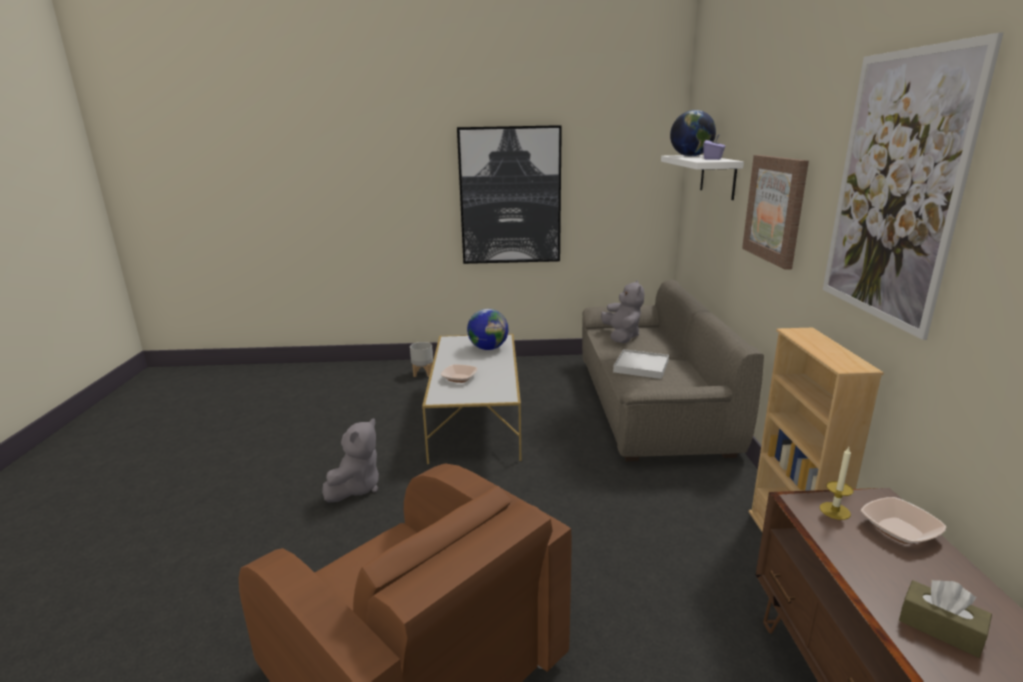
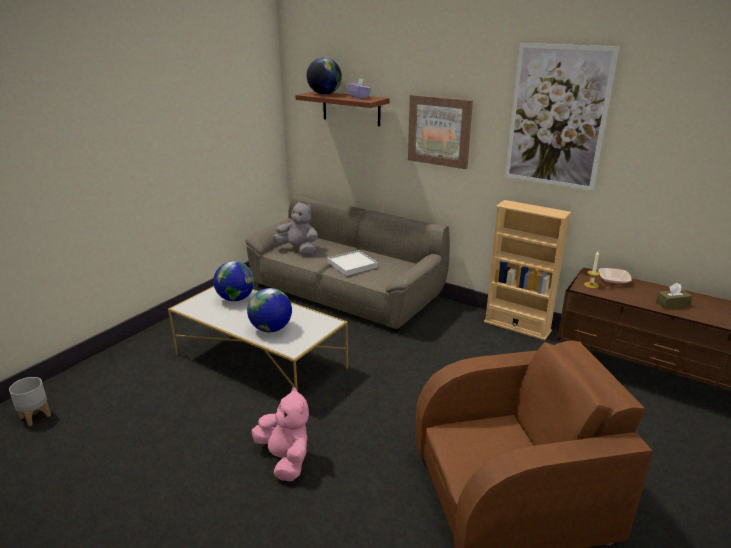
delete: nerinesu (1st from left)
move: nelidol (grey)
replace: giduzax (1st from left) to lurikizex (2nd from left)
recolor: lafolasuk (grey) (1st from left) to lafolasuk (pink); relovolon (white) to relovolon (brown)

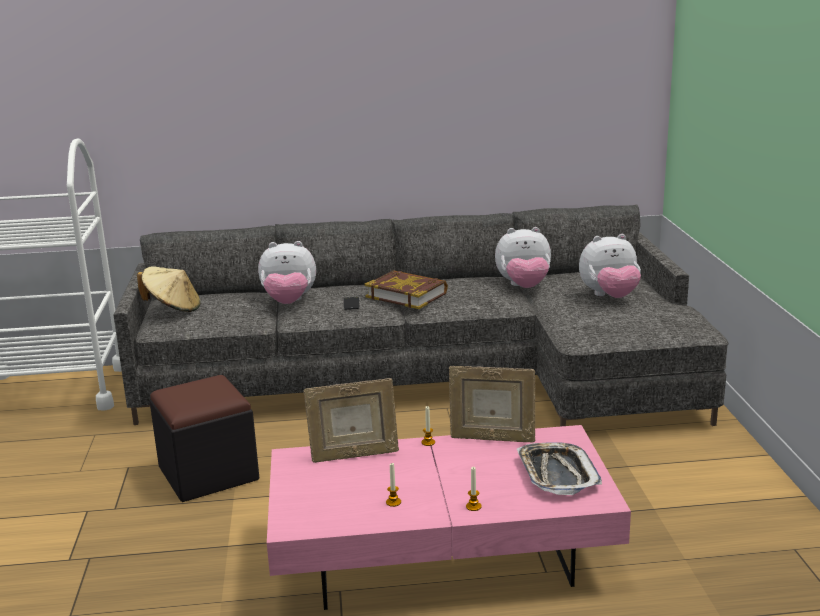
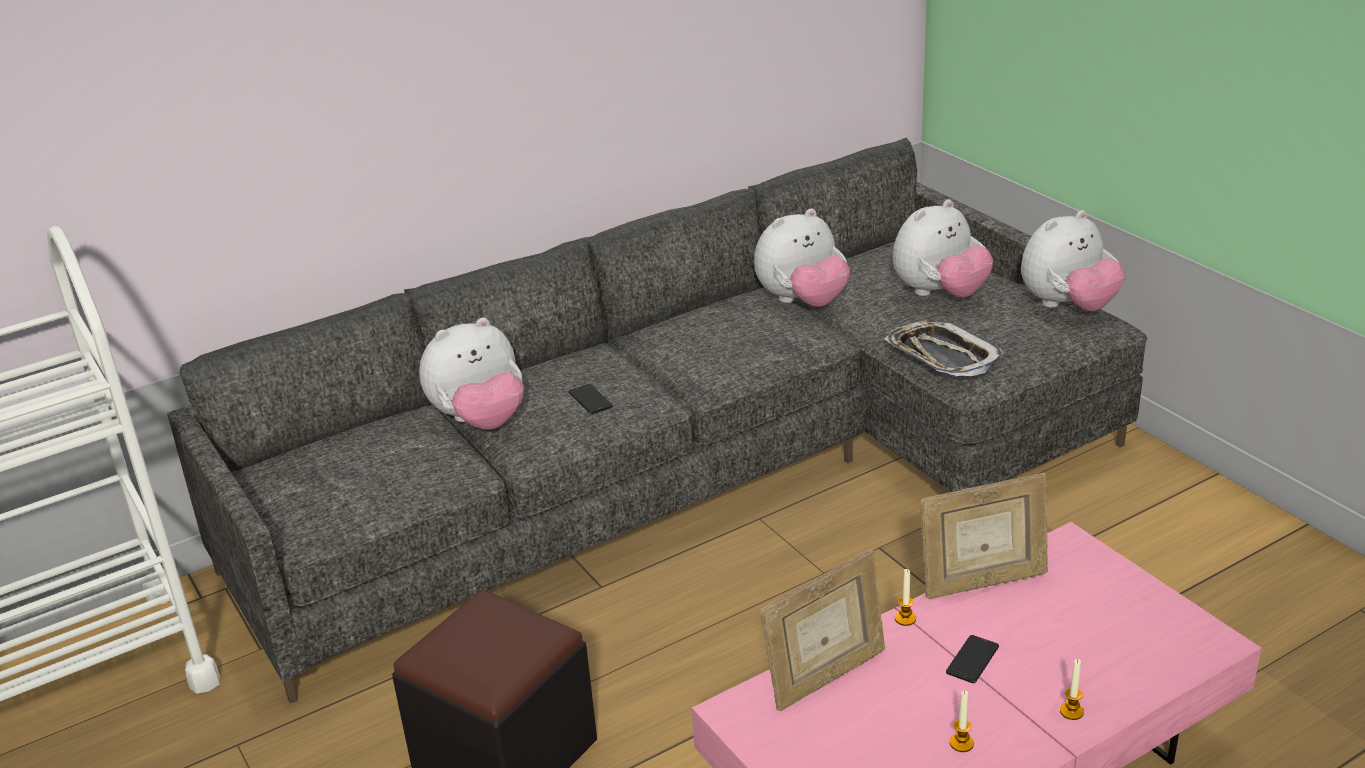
delete: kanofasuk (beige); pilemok
insert: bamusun (2nd from left); lafolasuk (4th from left)
move: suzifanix

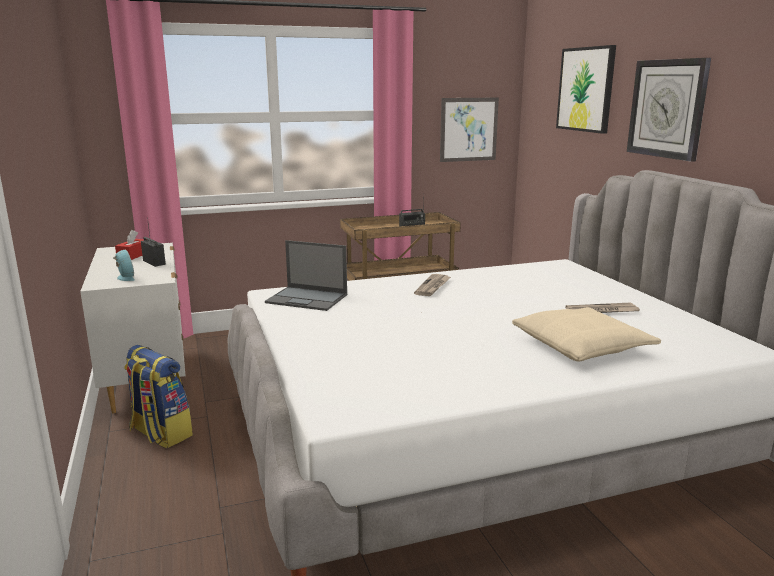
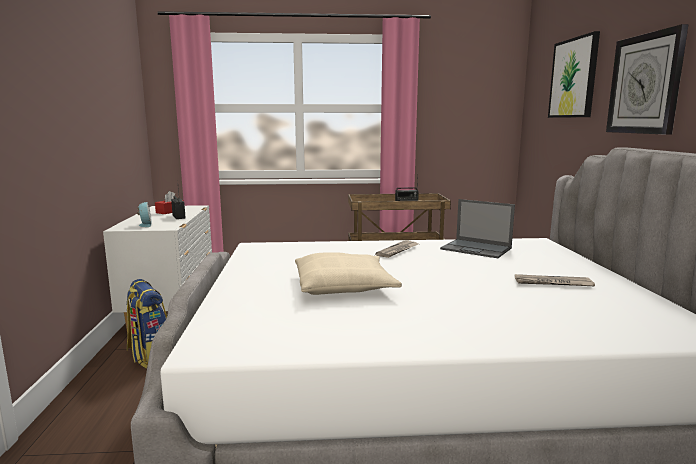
delete: nerinesu (1st from left)
move: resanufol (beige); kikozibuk

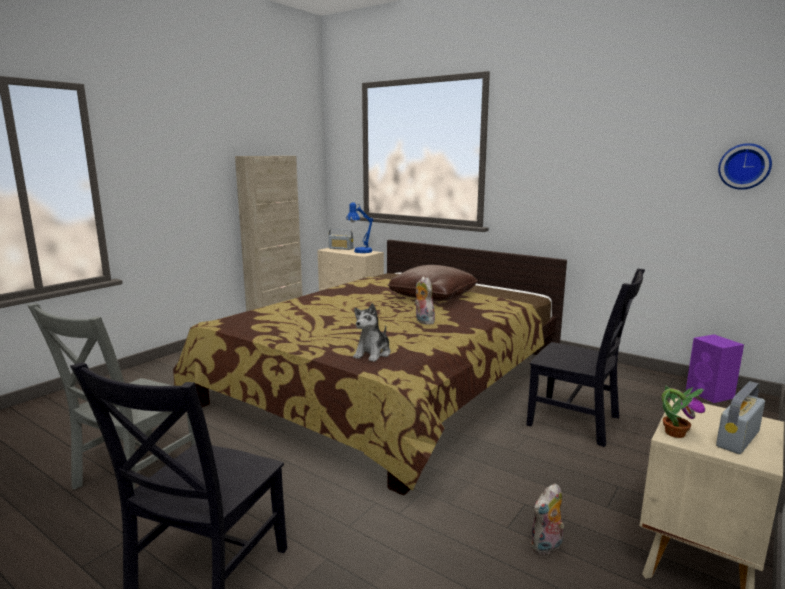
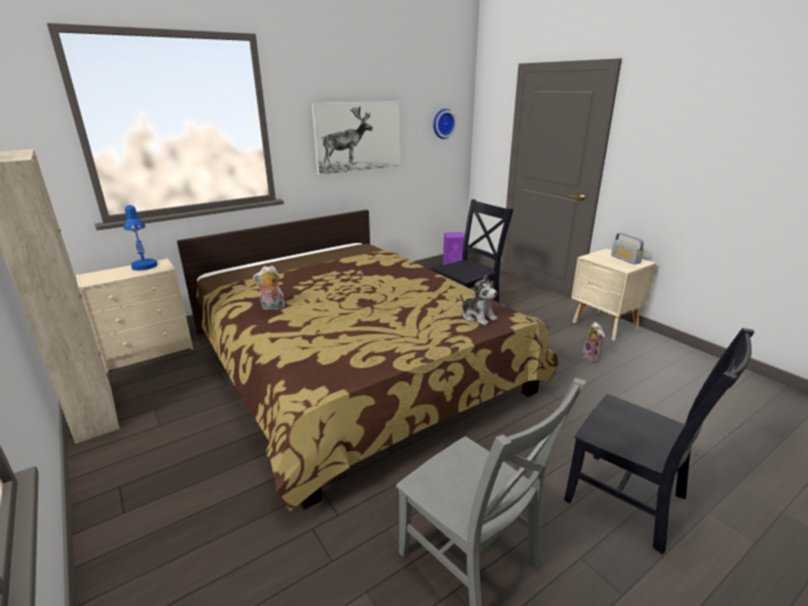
delete: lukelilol (1st from left); resanufol (brown); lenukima
insert: nerinesu
move: lafolasuk (2nd from left in the first image) to lafolasuk (1st from left)

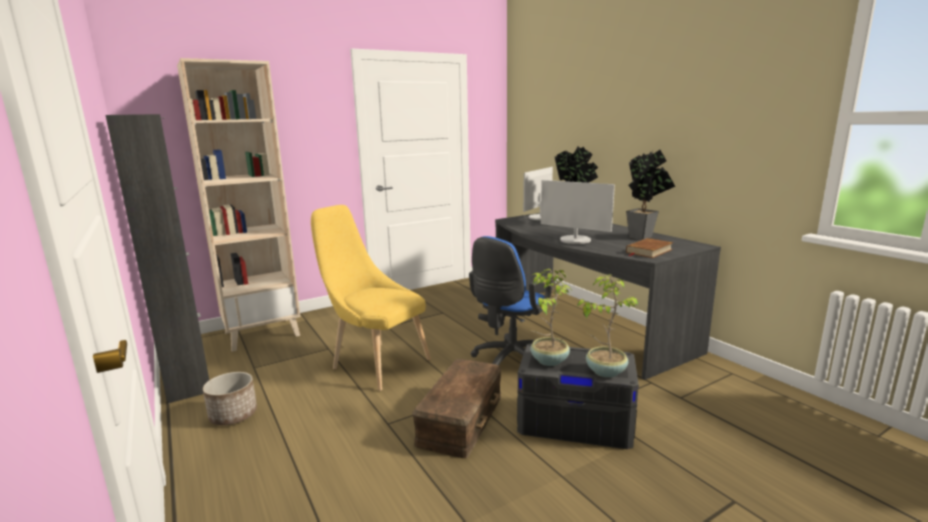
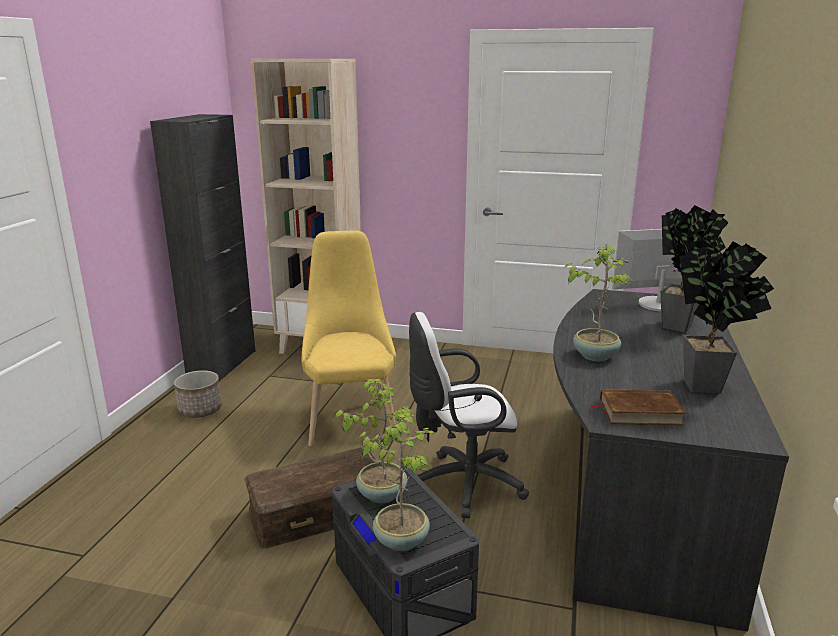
replace: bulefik (2nd from left) to lenukima (3rd from left)
recolor: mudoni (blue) to mudoni (white)

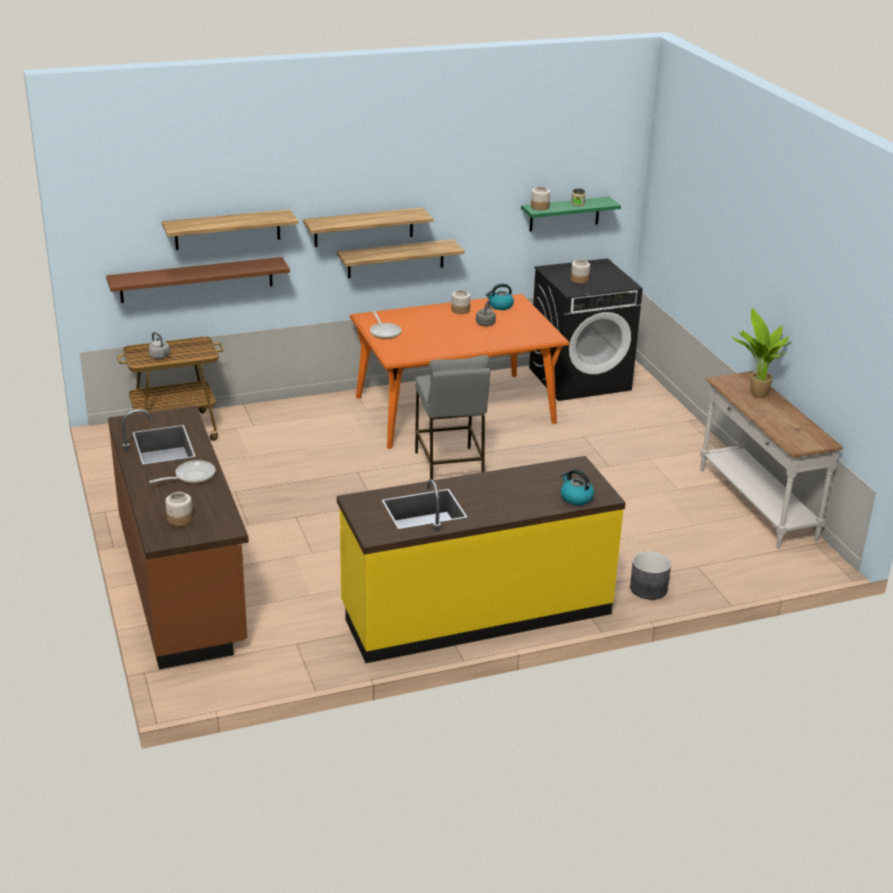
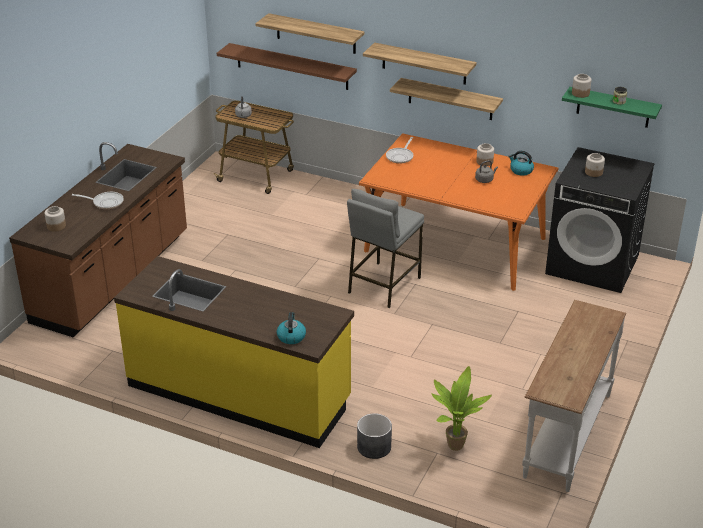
move: lenukima

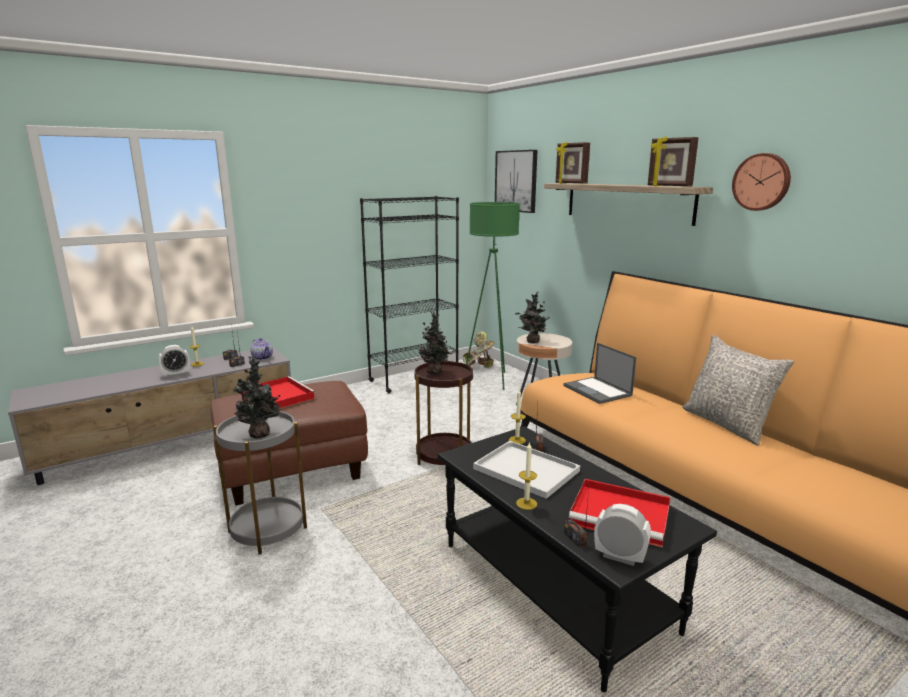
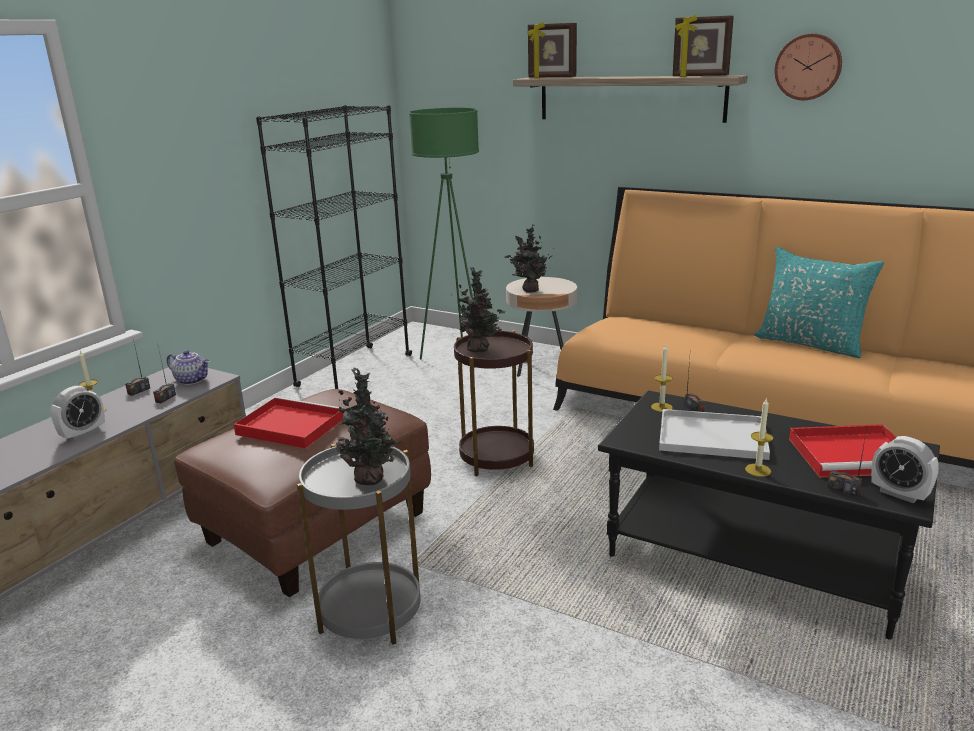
delete: lenukima (3rd from left); nerinesu; kikozibuk
recolor: resanufol (grey) to resanufol (turquoise)
rotate: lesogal (2nd from left) 135 degrees counterclockwise

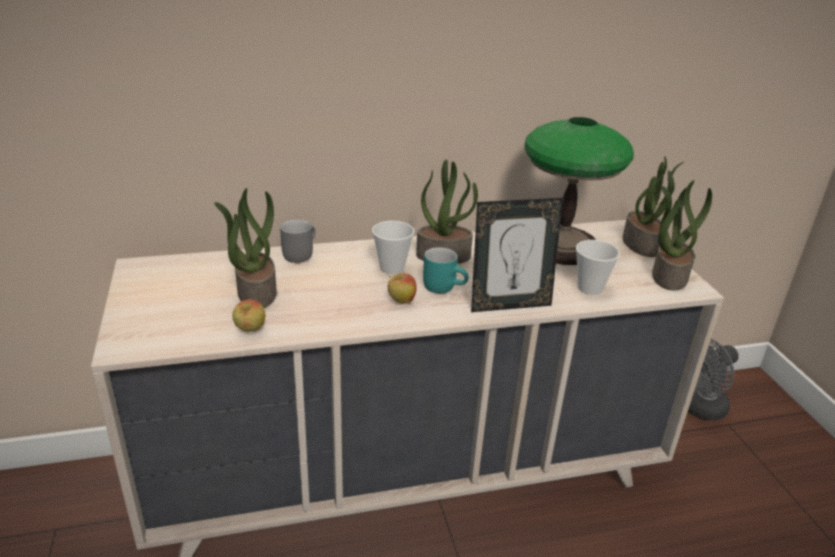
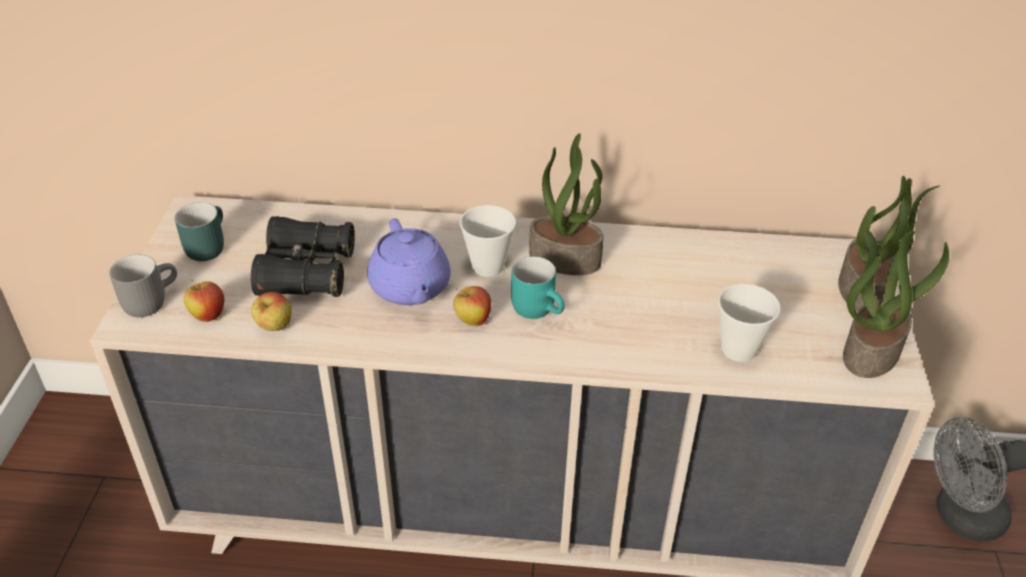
delete: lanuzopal; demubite
insert: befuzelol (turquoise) (1st from left); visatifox (1st from left); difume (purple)
move: befuzelol (grey)
replace: lenukima (1st from left) to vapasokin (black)

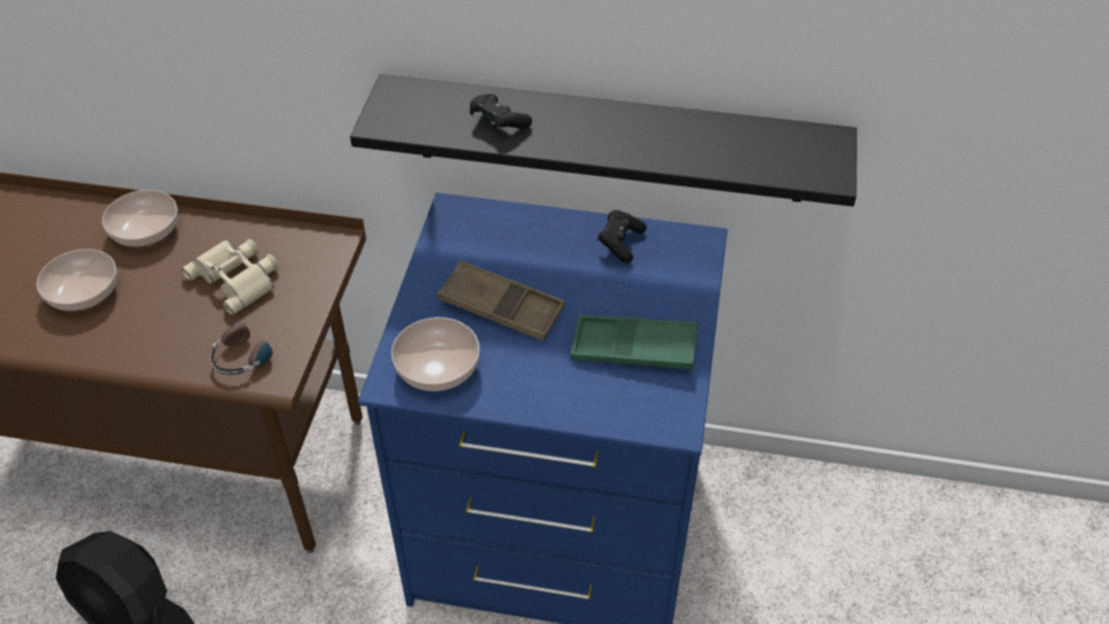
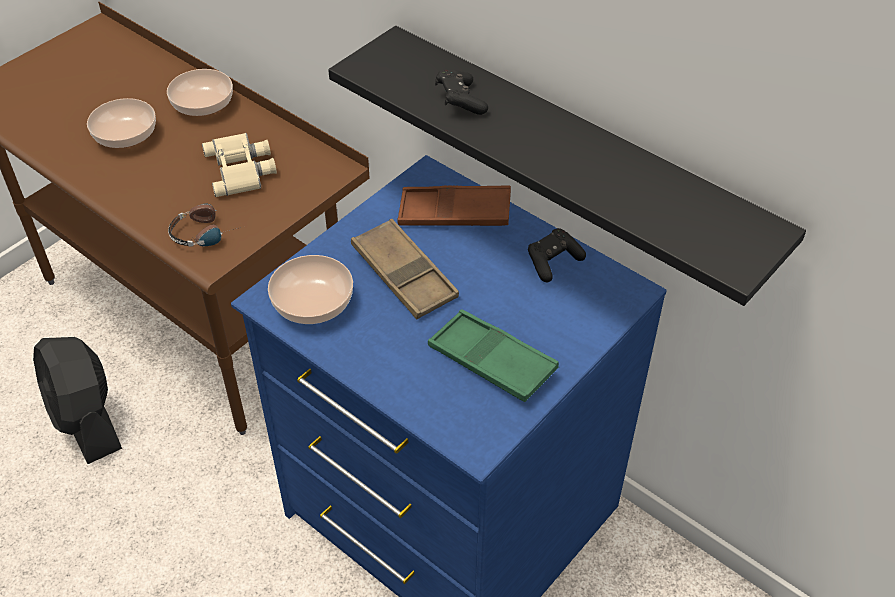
insert: suzifanix (brown) (2nd from left)

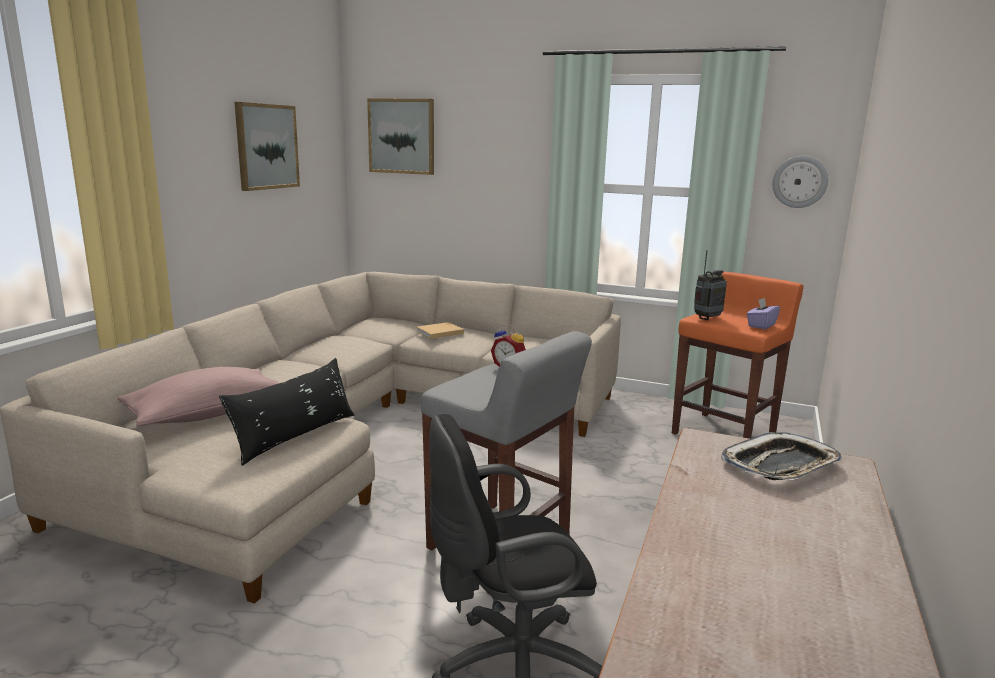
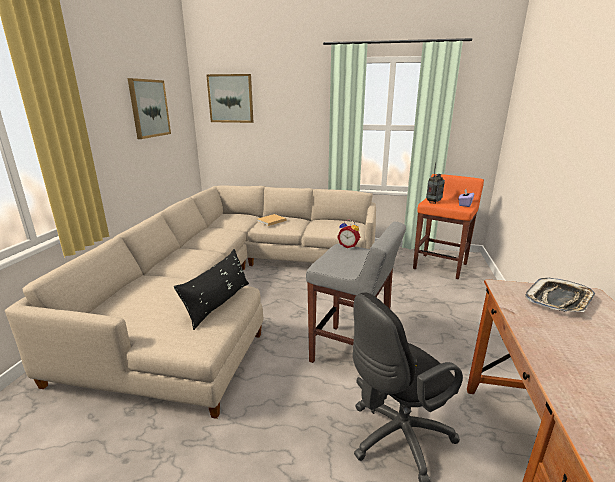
delete: resanufol (pink); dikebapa

